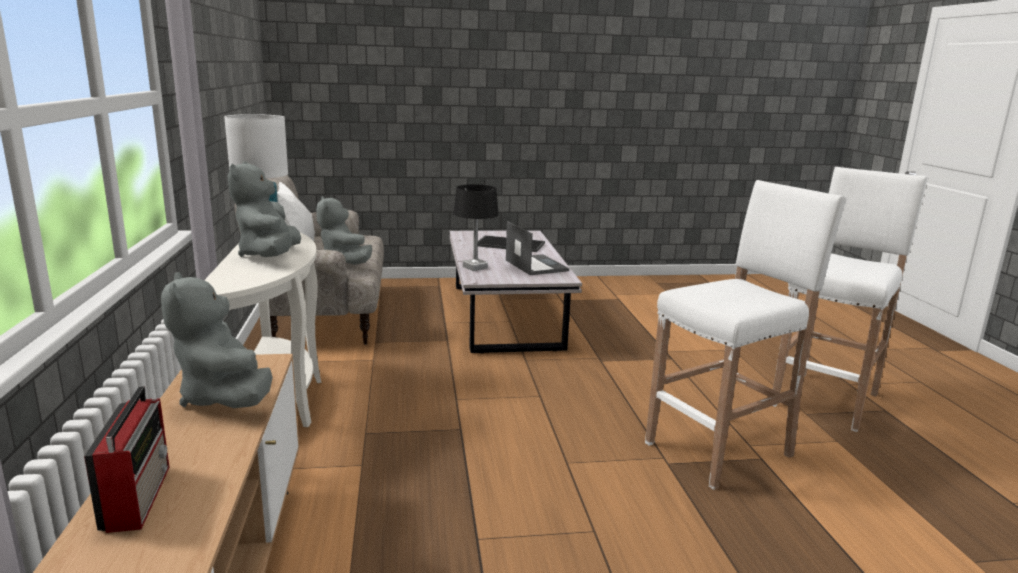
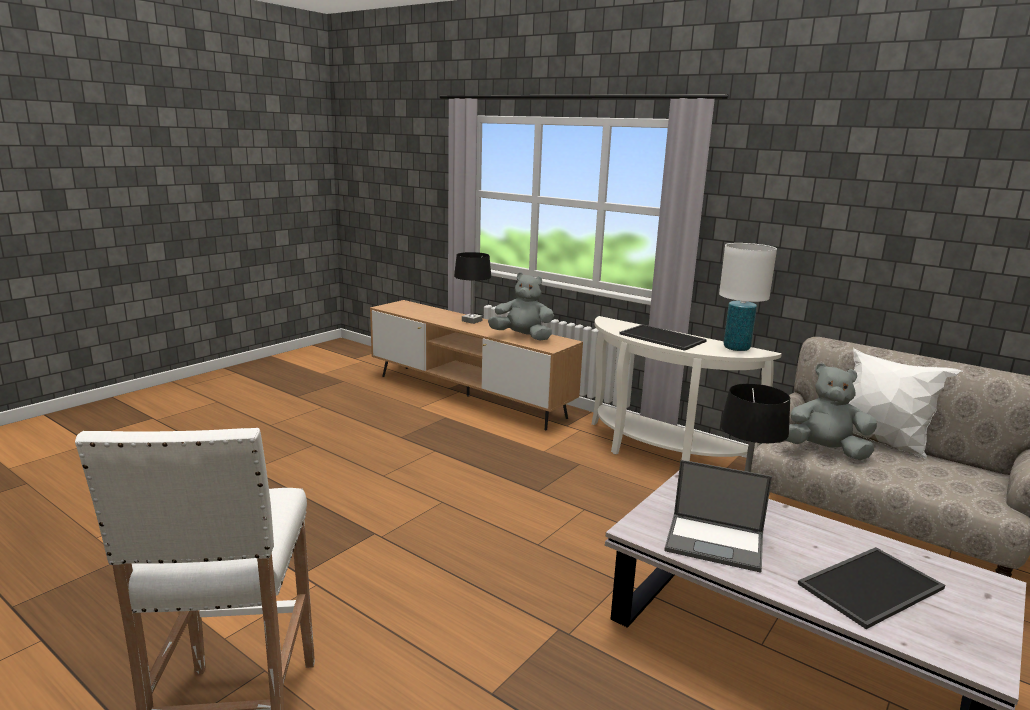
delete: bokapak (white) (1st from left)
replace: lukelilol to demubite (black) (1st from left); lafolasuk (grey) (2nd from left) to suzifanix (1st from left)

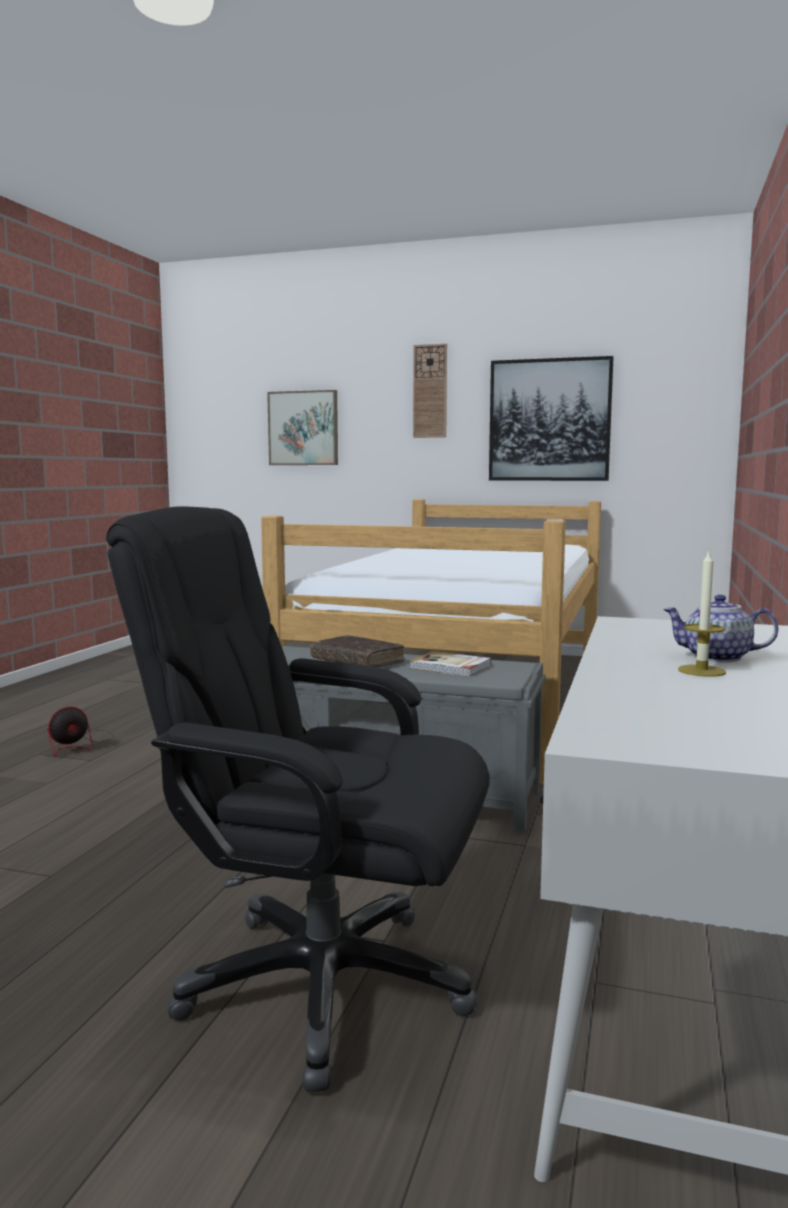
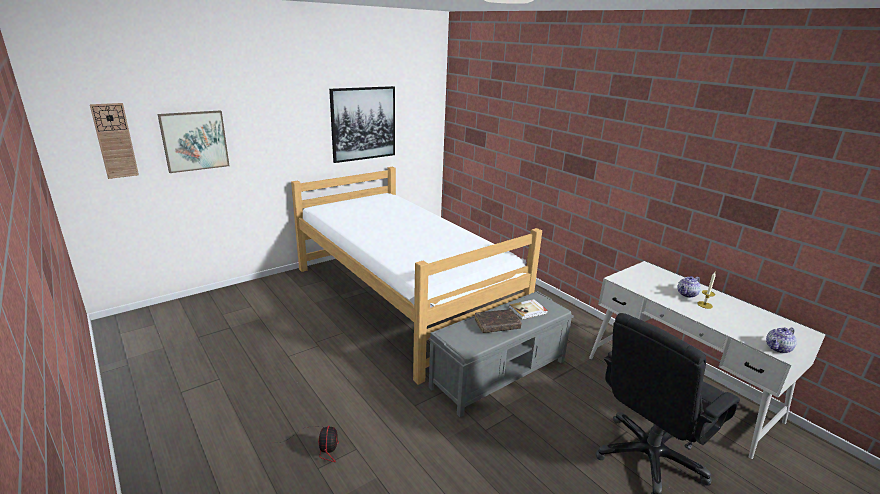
insert: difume (2nd from left)
move: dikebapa

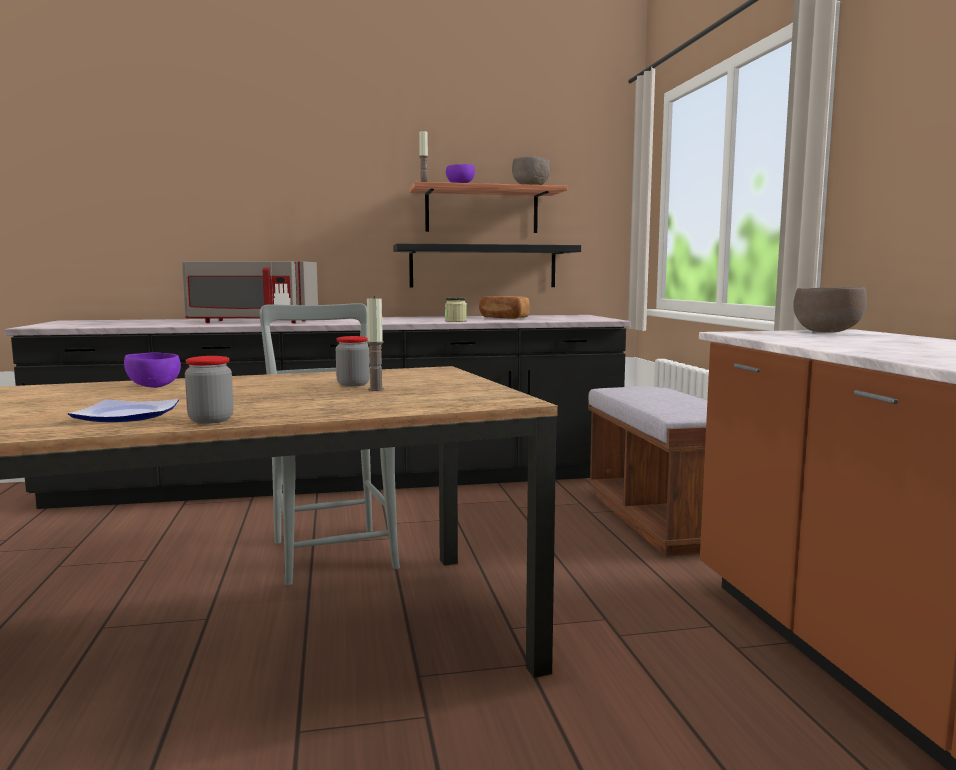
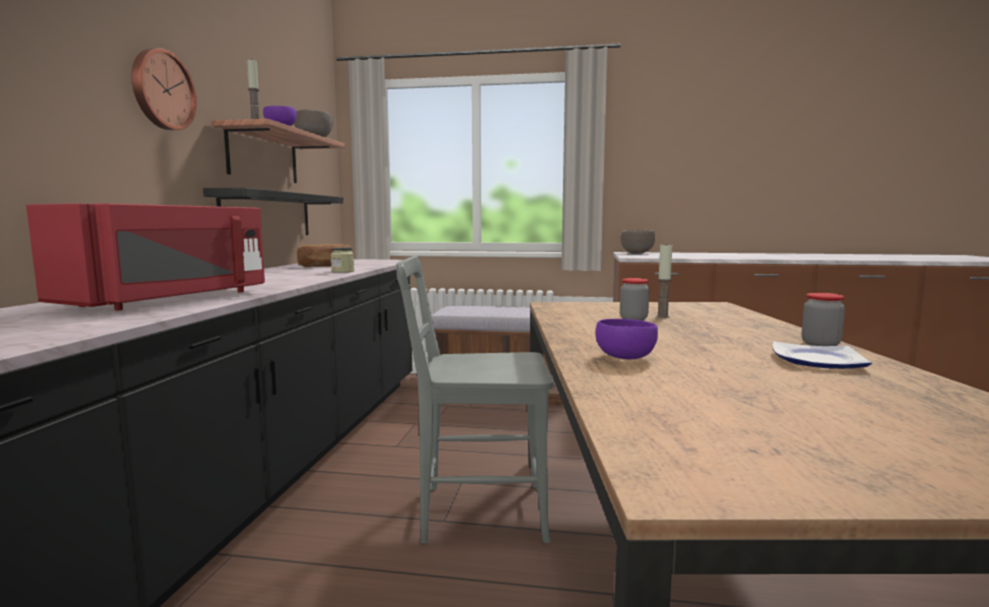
insert: dikebapa
recolor: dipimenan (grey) to dipimenan (red)

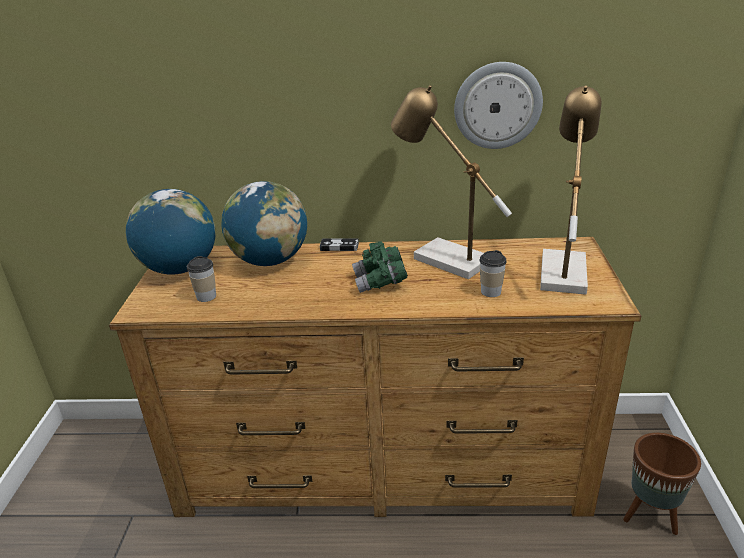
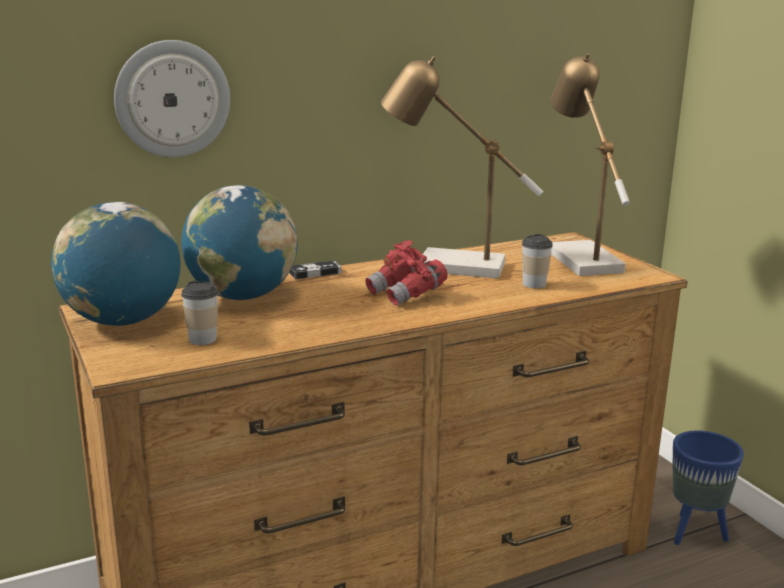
move: dikebapa
recolor: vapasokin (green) to vapasokin (red); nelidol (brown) to nelidol (blue)

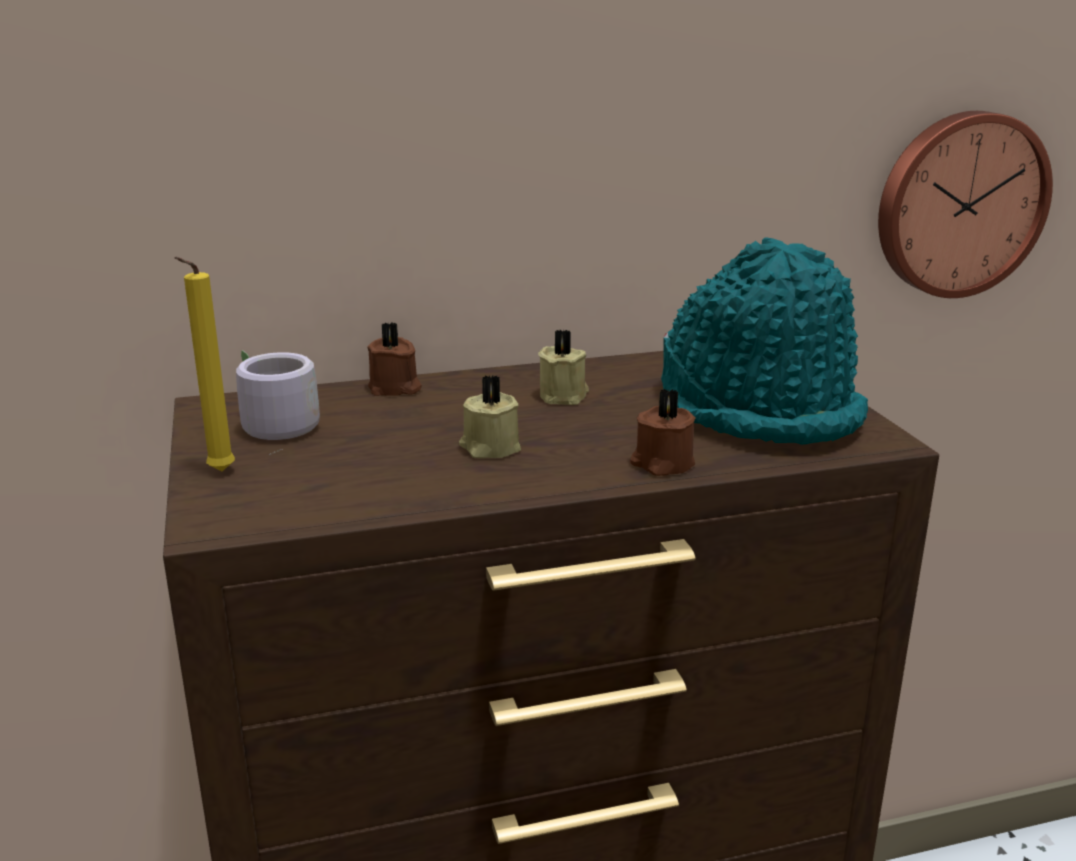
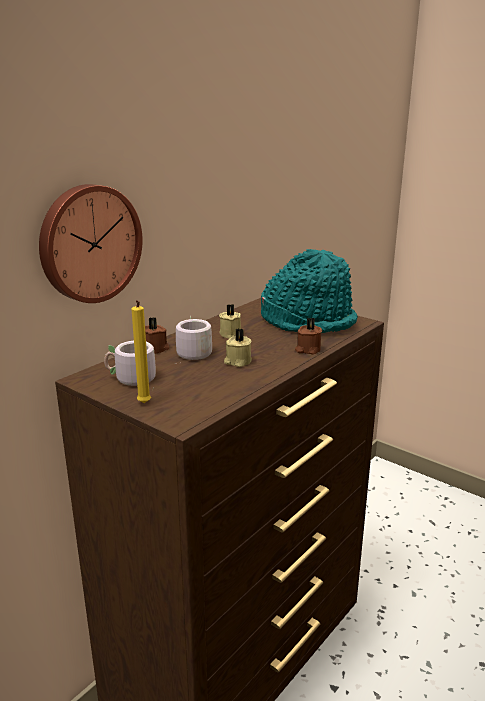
insert: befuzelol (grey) (2nd from left)
move: dikebapa

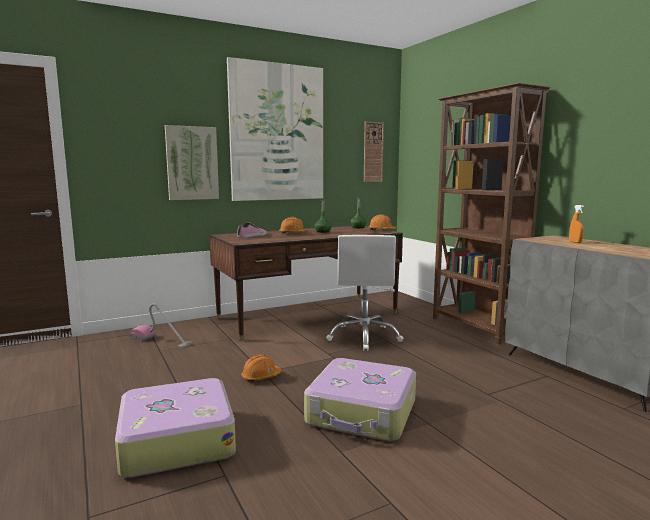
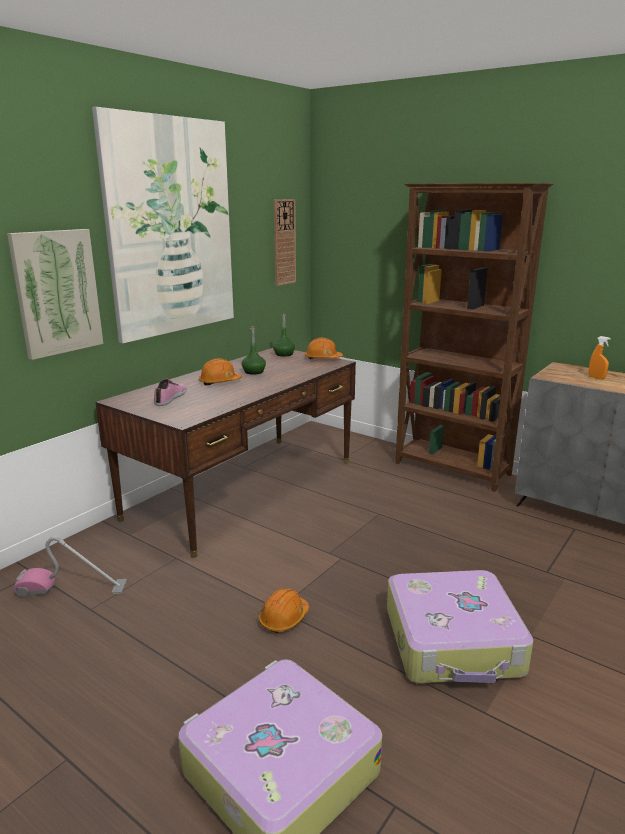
delete: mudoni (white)

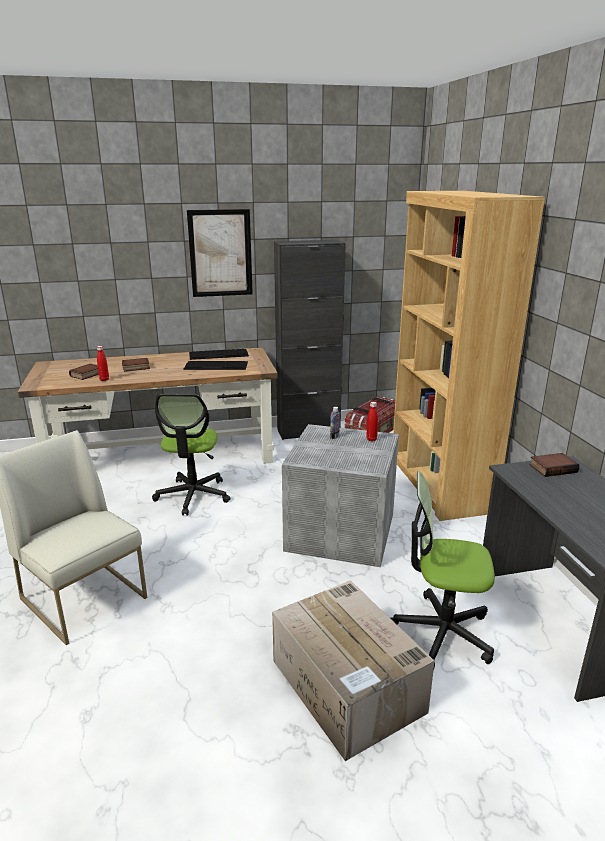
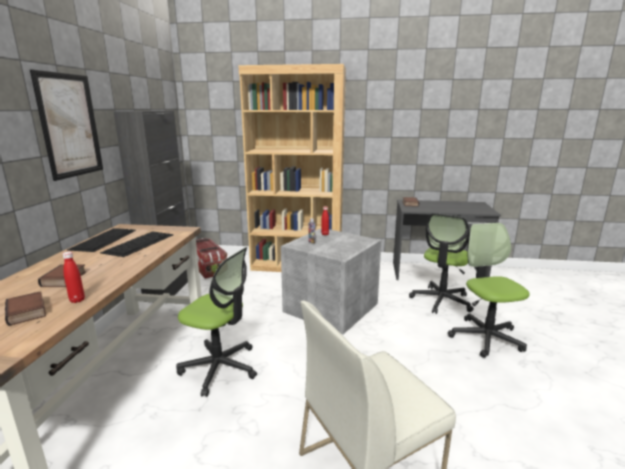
replace: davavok to mudoni (3rd from left)

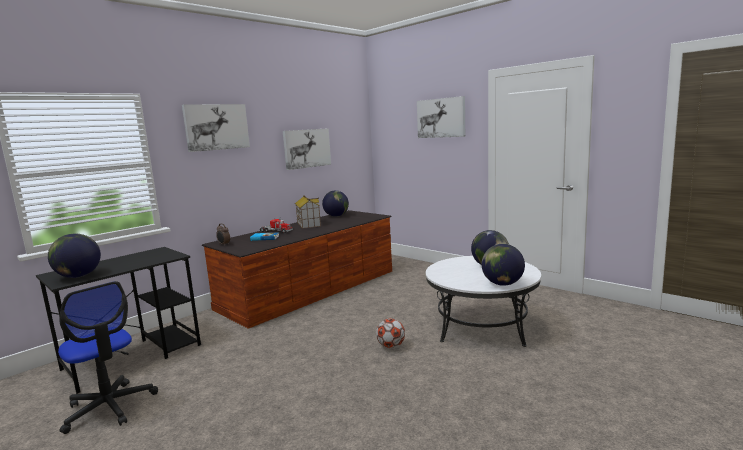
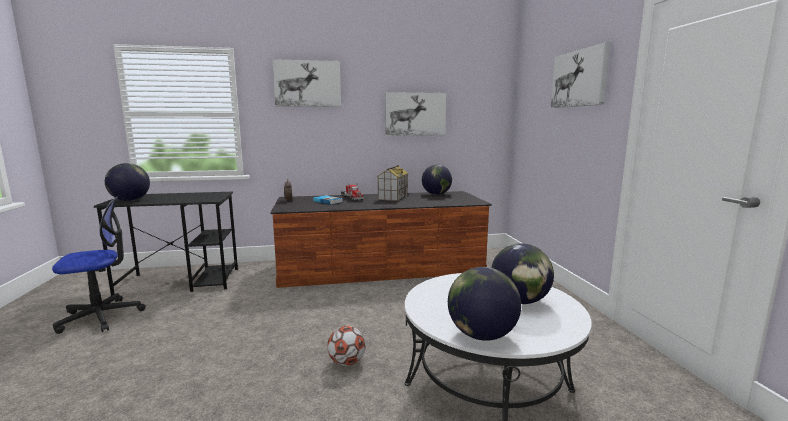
rotate: mudoni 105 degrees counterclockwise

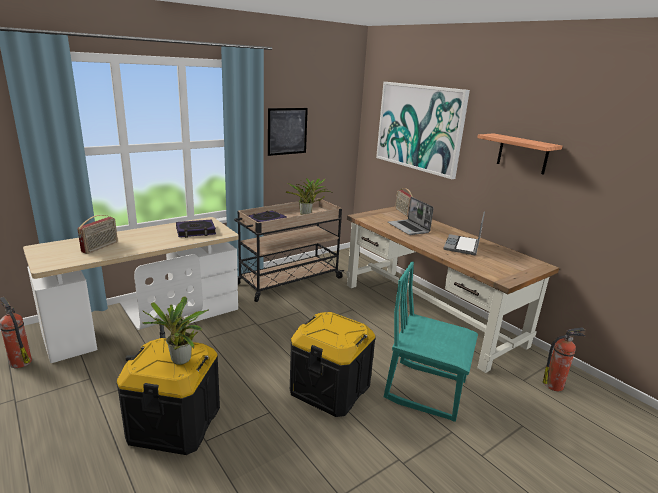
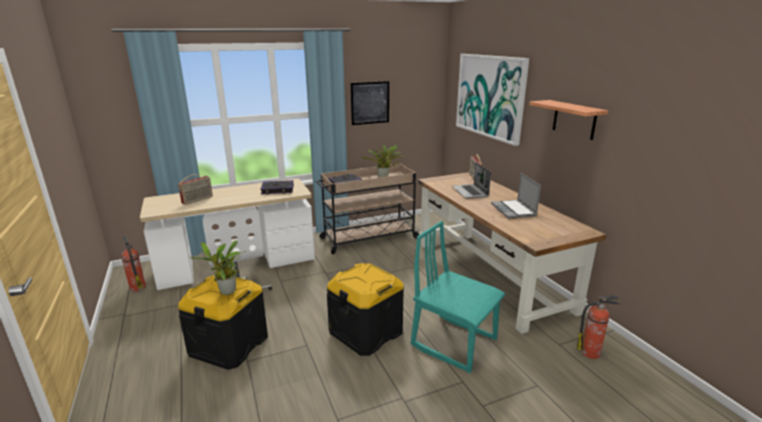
rotate: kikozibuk (2nd from left) 45 degrees counterclockwise

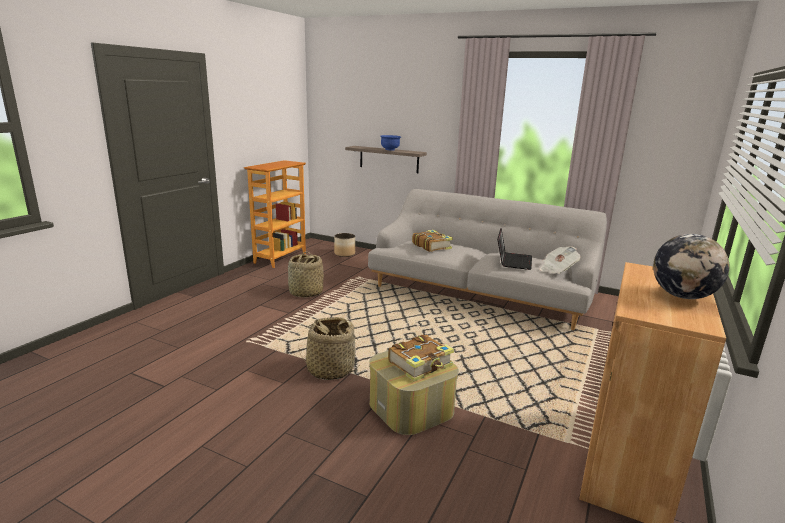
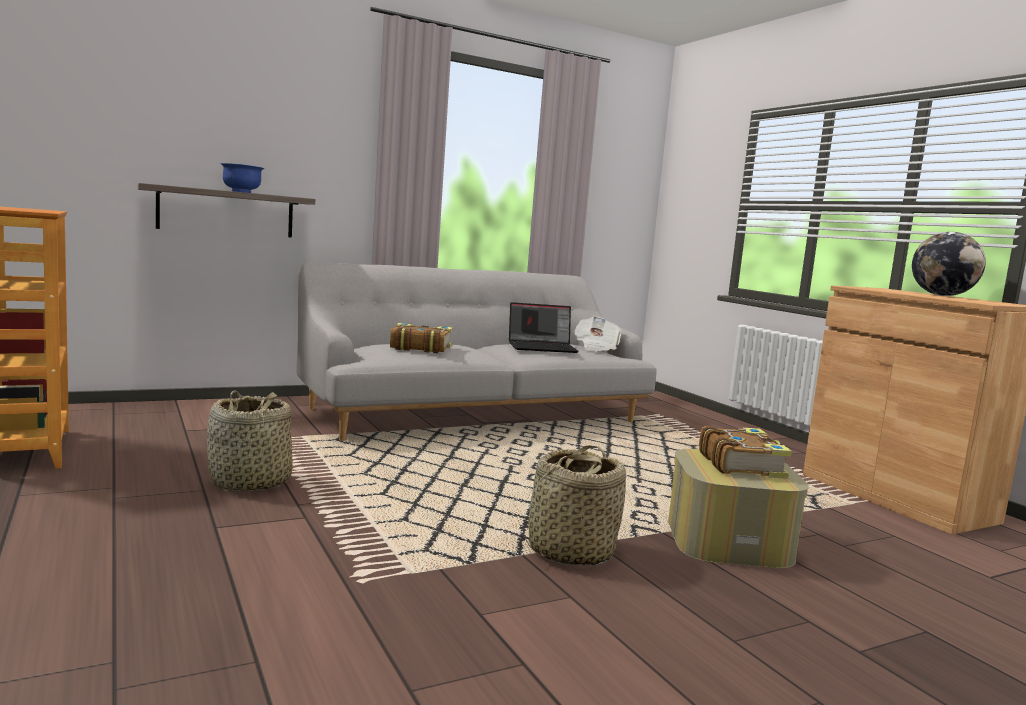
delete: nelidol
rotate: kikozibuk 120 degrees clockwise

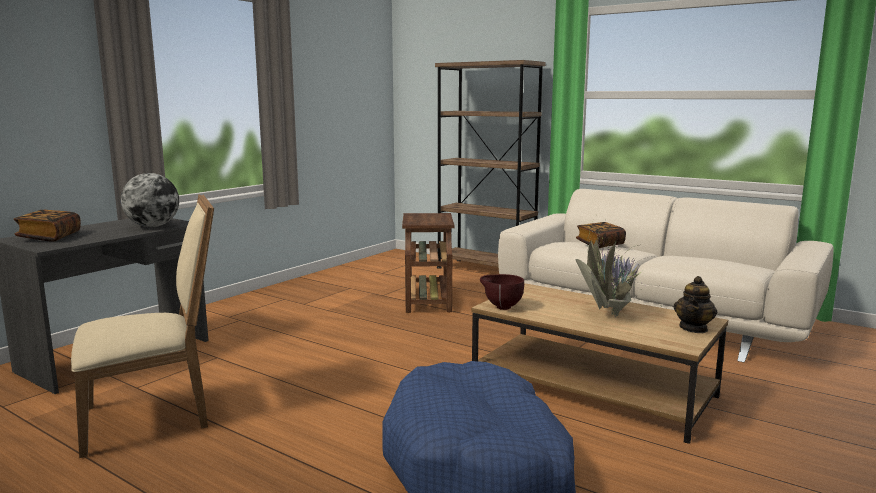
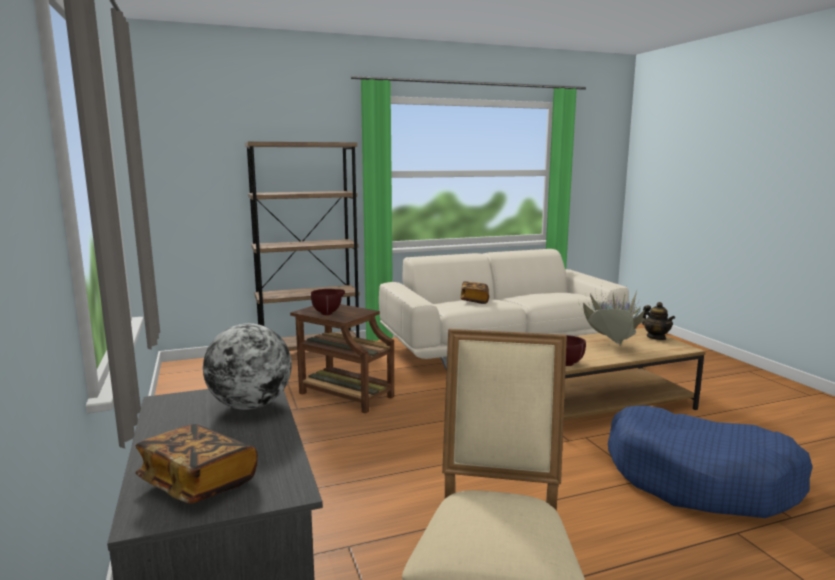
insert: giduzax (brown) (1st from left)

